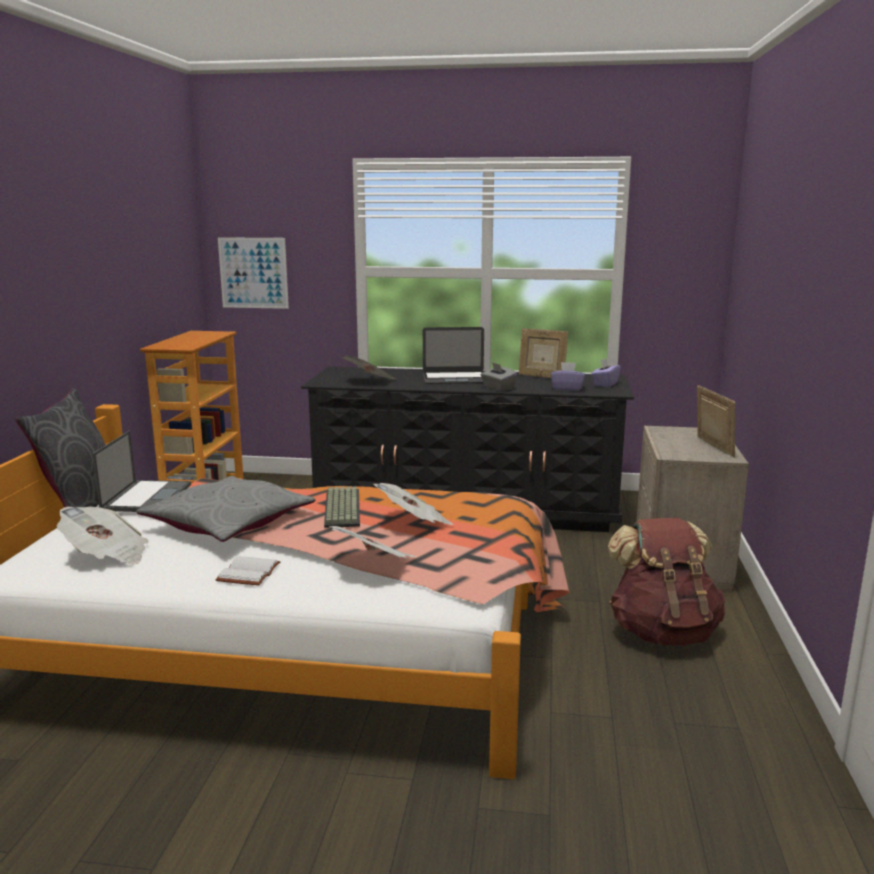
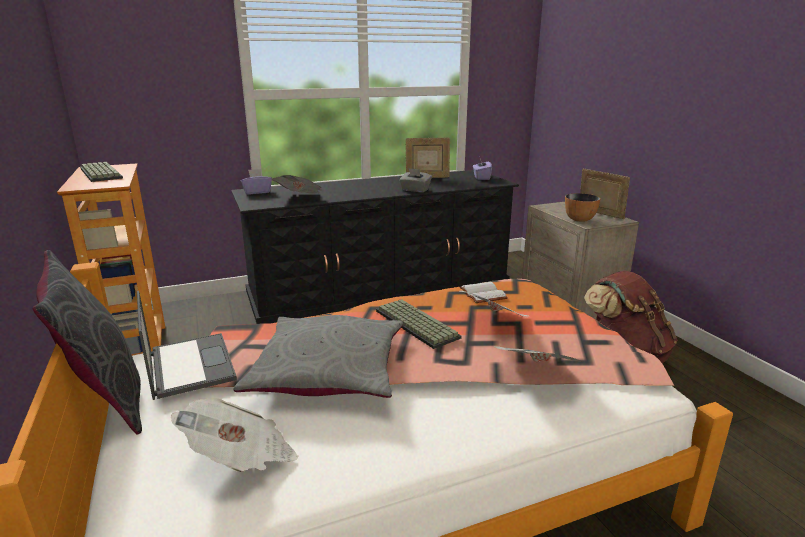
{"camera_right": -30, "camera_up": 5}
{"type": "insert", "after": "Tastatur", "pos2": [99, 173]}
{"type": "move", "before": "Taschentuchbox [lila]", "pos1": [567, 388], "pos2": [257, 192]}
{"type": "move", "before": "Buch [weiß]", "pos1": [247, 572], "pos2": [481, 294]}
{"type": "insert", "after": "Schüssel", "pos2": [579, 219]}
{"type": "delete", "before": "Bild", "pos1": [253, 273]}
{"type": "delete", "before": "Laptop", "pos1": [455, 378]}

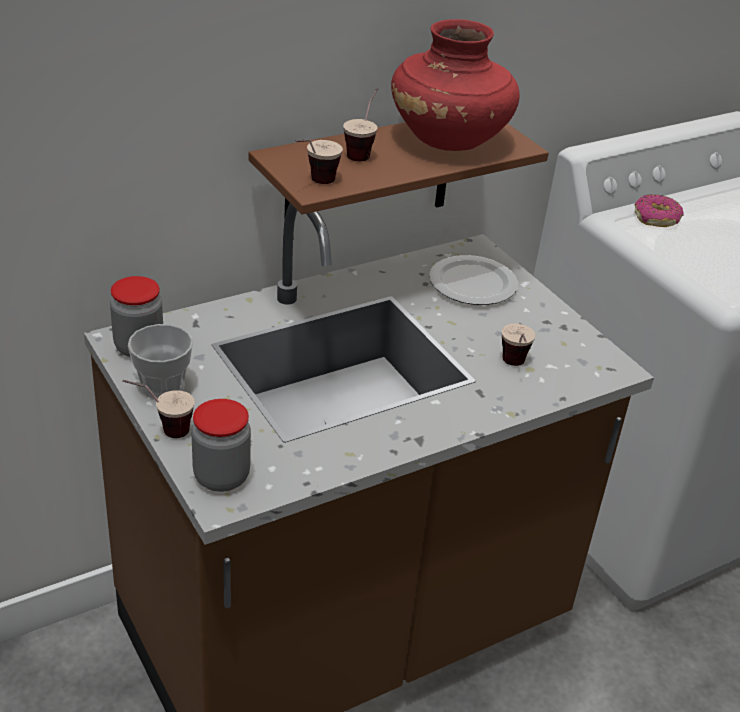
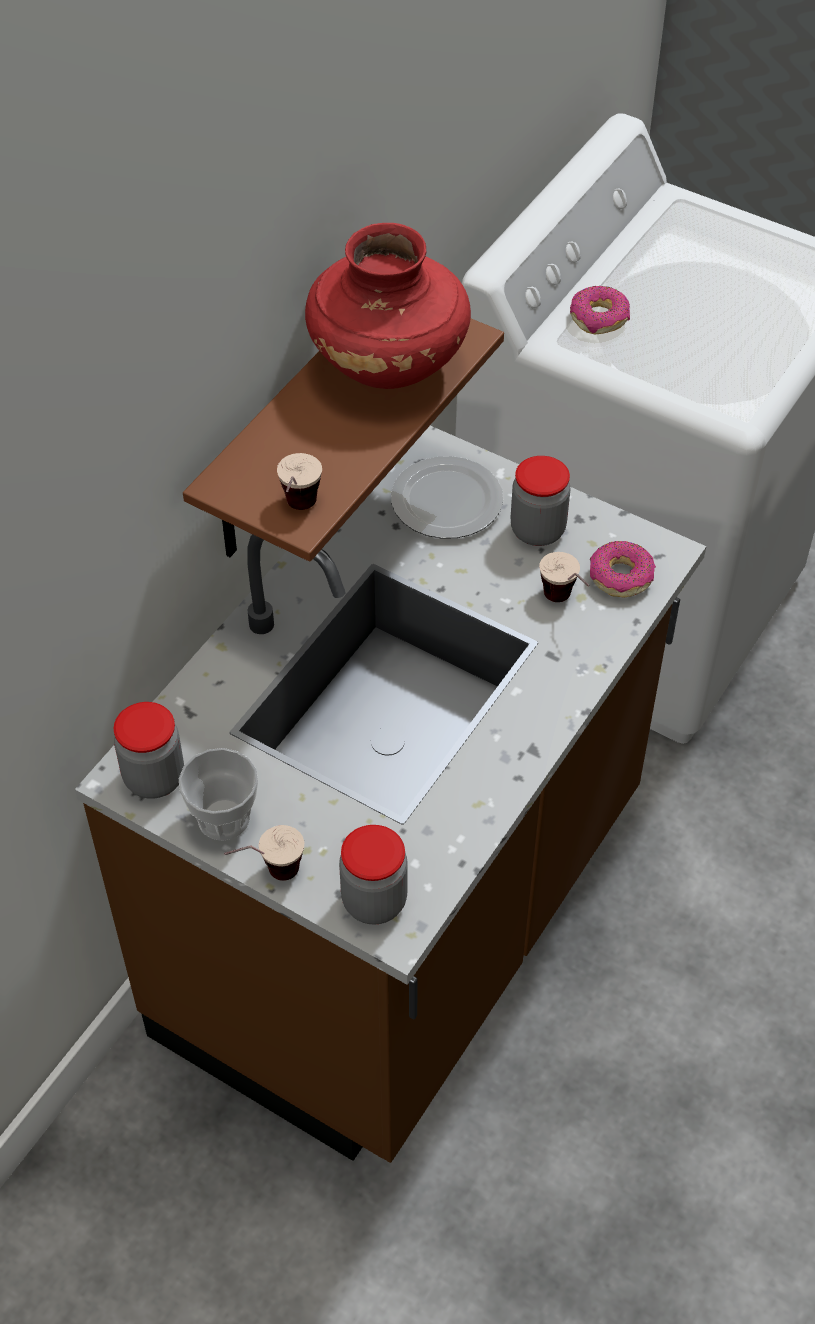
{"camera_right": -25, "camera_up": 15}
{"type": "insert", "after": "Vorratsglas", "pos2": [537, 530]}
{"type": "insert", "after": "Donut", "pos2": [620, 576]}
{"type": "delete", "before": "Tasse", "pos1": [363, 151]}

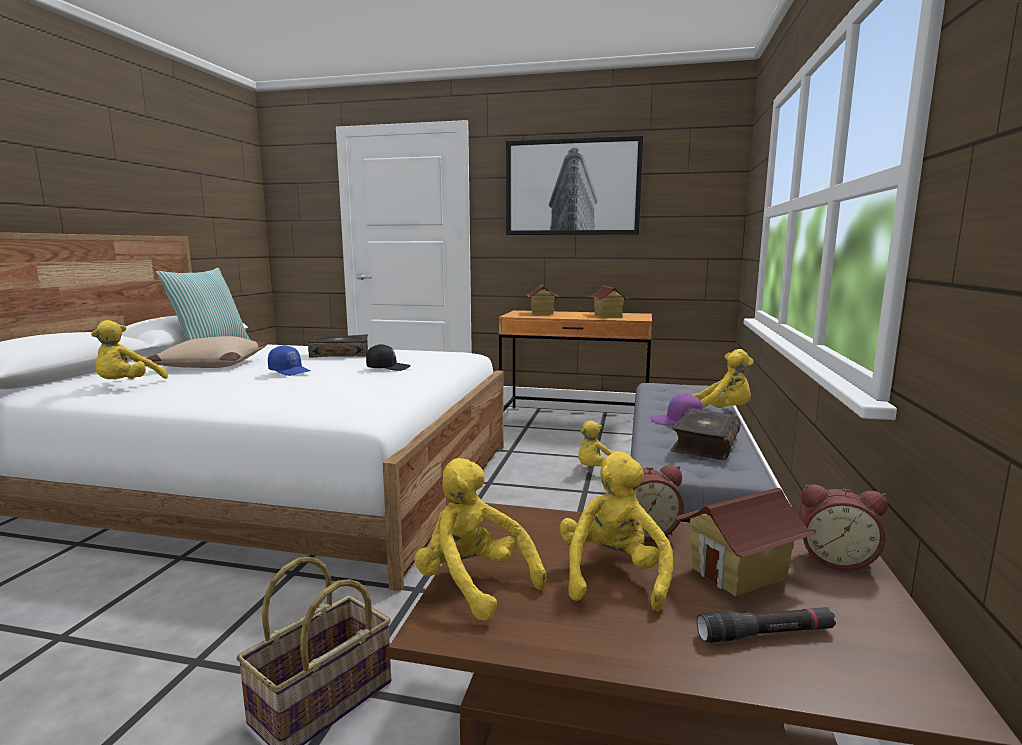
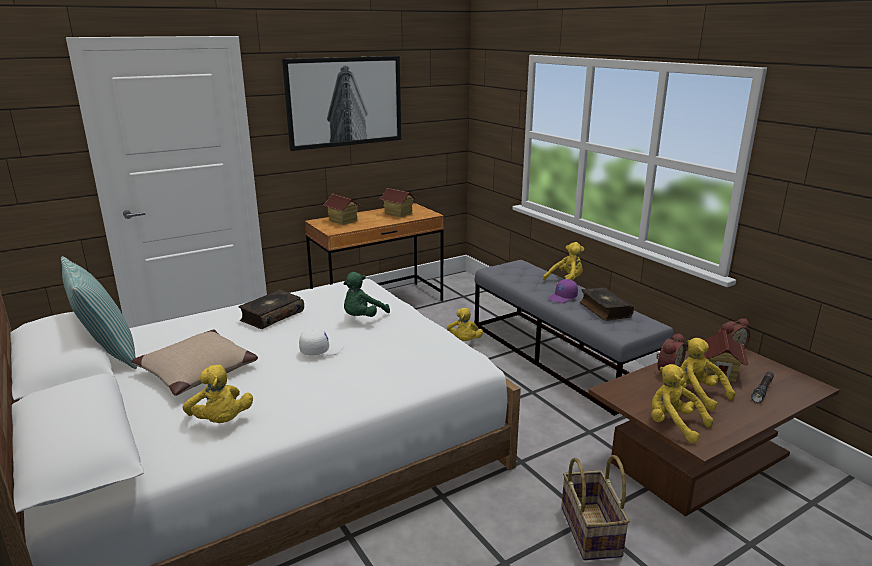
{"camera_right": -45, "camera_up": 10}
{"type": "recolor", "before": "Kappe [blau]", "after": "Kappe [weiß]", "pos1": [290, 371], "pos2": [321, 350]}
{"type": "replace", "before": "Kappe [schwarz]", "after": "Plüschtier [grün]", "pos1": [388, 368], "pos2": [363, 318]}
{"type": "rotate", "before": "Plüschtier [gelb]", "pos1": [473, 584], "pos2": [673, 425], "turn": 45}

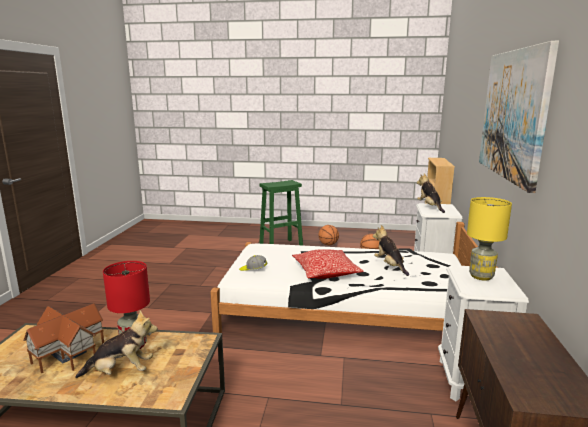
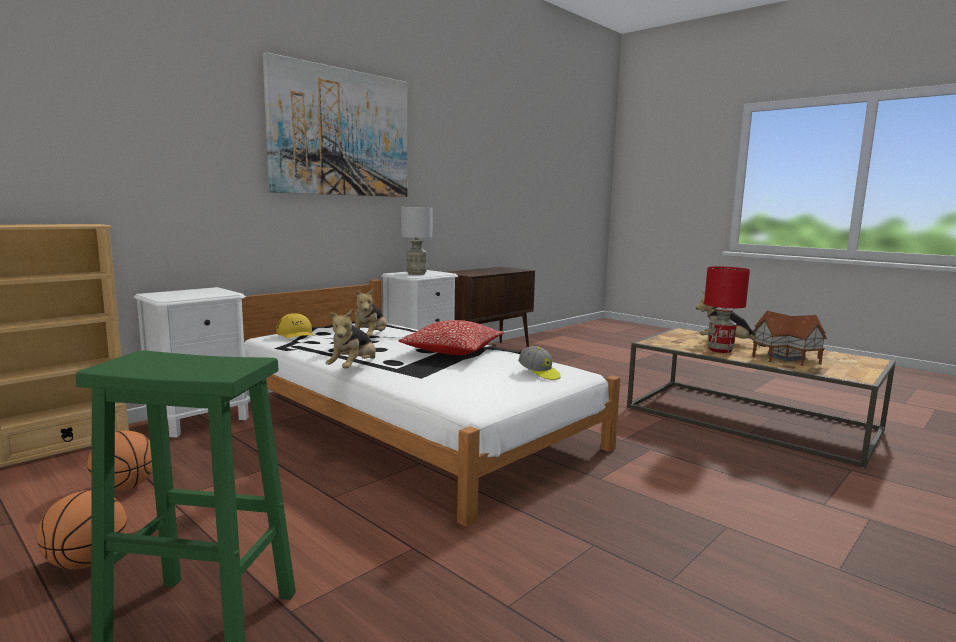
{"camera_right": -145, "camera_up": -5}
{"type": "insert", "after": "Kappe [gelb]", "pos2": [296, 334]}
{"type": "move", "before": "Plüschtier", "pos1": [429, 207], "pos2": [353, 368]}
{"type": "recolor", "before": "Tischlampe [gelb]", "after": "Tischlampe [grau]", "pos1": [481, 276], "pos2": [416, 274]}

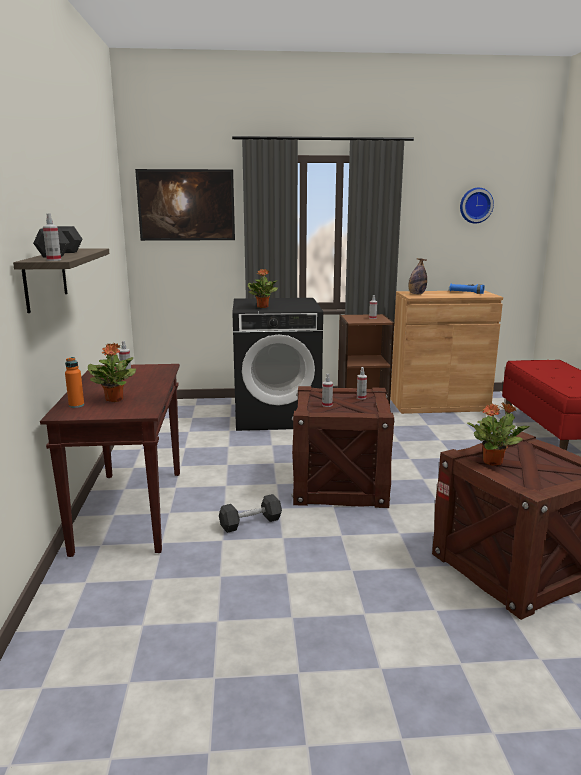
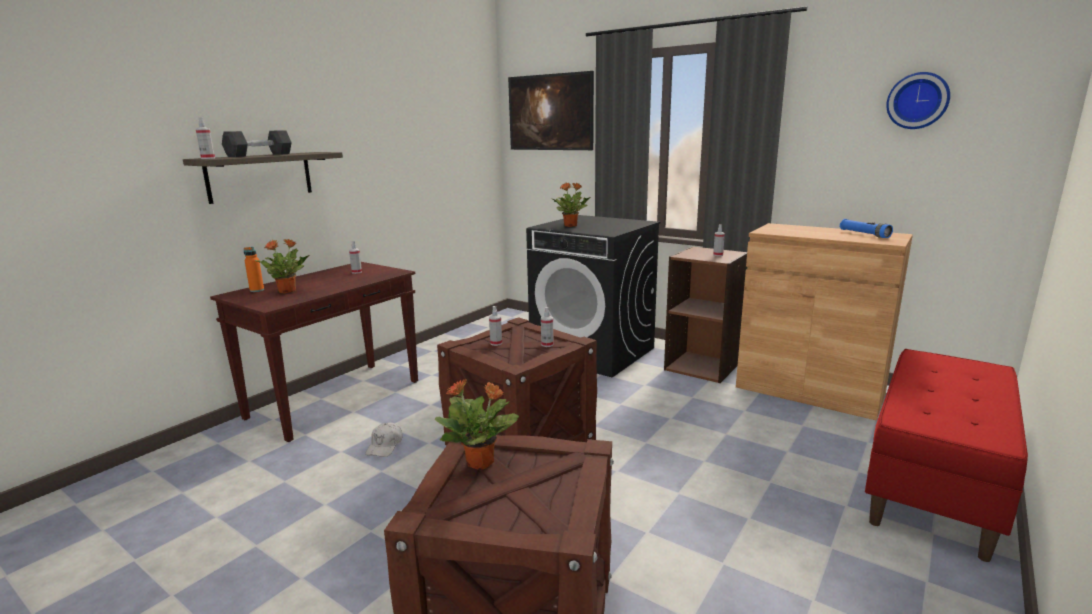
{"camera_right": 40, "camera_up": 0}
{"type": "replace", "before": "Hantel [schwarz]", "after": "Kappe [weiß]", "pos1": [250, 523], "pos2": [385, 446]}
{"type": "delete", "before": "Flasche", "pos1": [416, 294]}

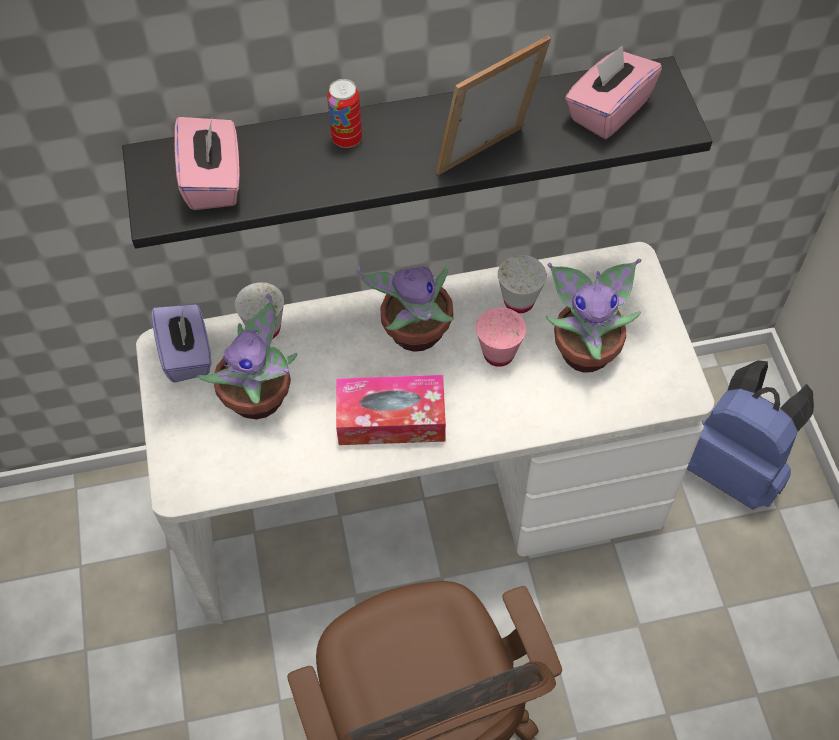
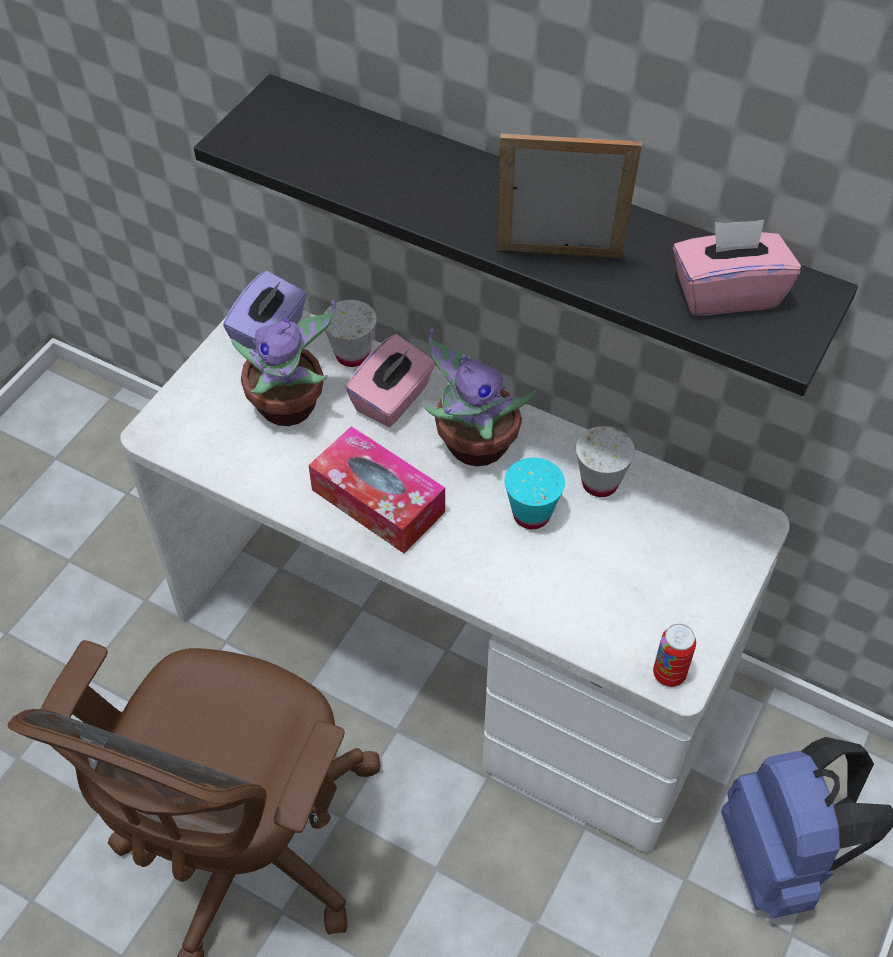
{"camera_right": 40, "camera_up": -5}
{"type": "move", "before": "Taschentuchbox [rosa]", "pos1": [214, 181], "pos2": [393, 399]}
{"type": "recolor", "before": "Tasse [rosa]", "after": "Tasse [türkis]", "pos1": [498, 354], "pos2": [531, 514]}
{"type": "move", "before": "Dose", "pos1": [347, 139], "pos2": [669, 674]}
{"type": "delete", "before": "Topfpflanze", "pos1": [586, 349]}

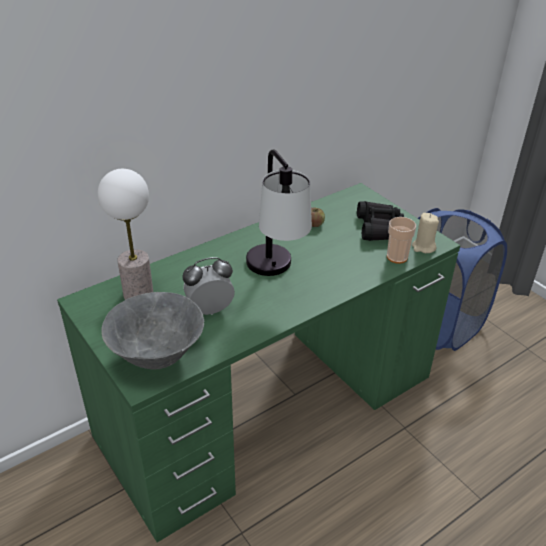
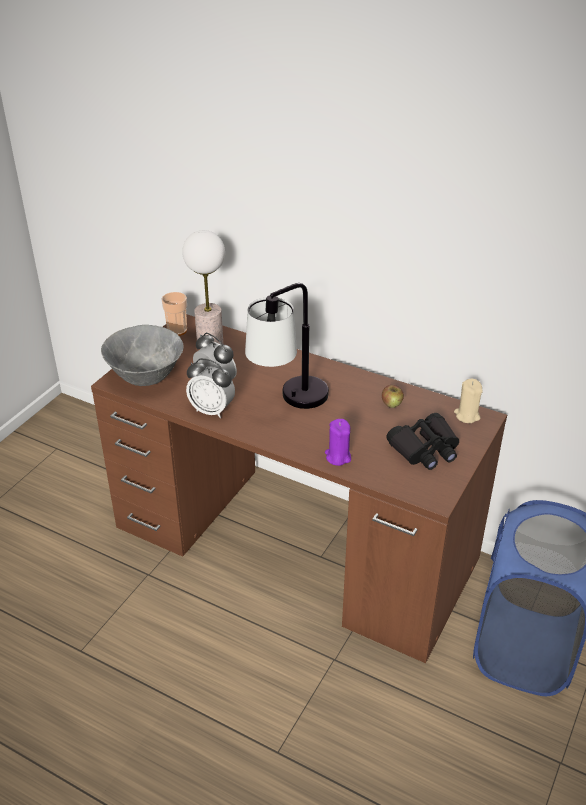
{"camera_right": 65, "camera_up": 0}
{"type": "recolor", "before": "Schreibtisch [grün]", "after": "Schreibtisch [braun]", "pos1": [270, 405], "pos2": [294, 543]}
{"type": "move", "before": "Tasse", "pos1": [397, 257], "pos2": [177, 330]}
{"type": "insert", "after": "Wecker", "pos2": [212, 410]}
{"type": "insert", "after": "Kerze [lila]", "pos2": [338, 457]}
{"type": "move", "before": "Kerze [beige]", "pos1": [423, 247], "pos2": [467, 415]}

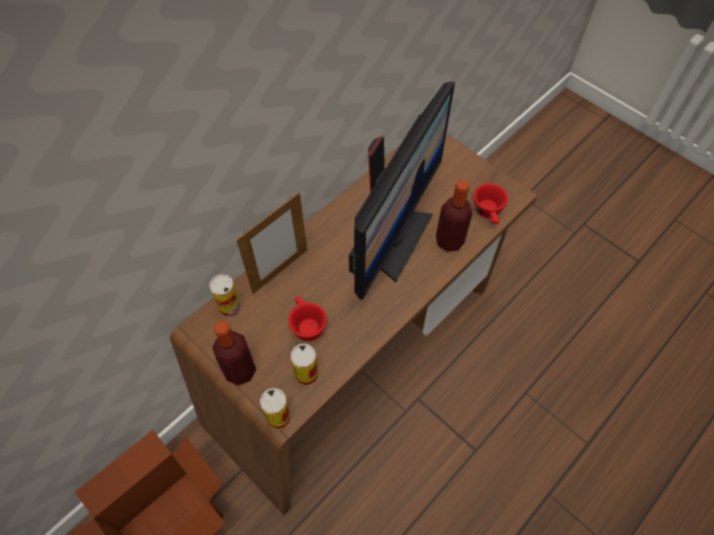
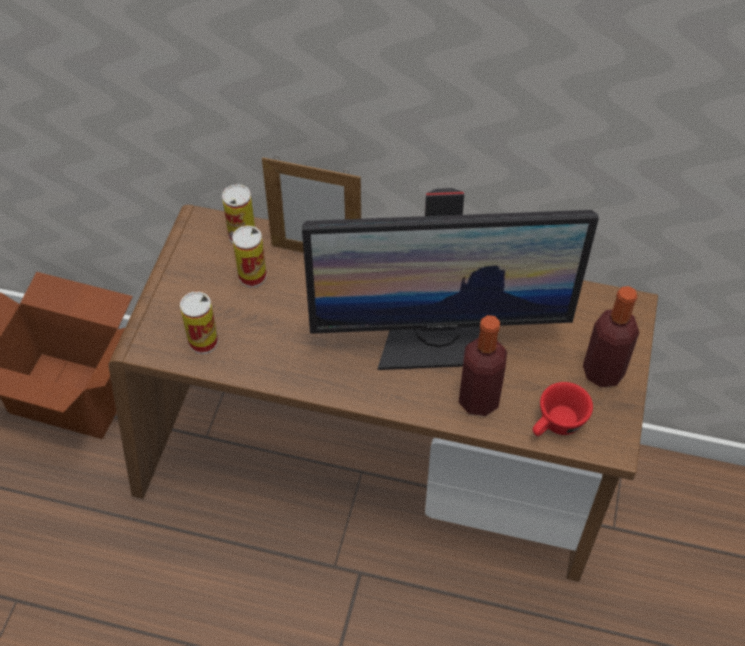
{"camera_right": 60, "camera_up": -5}
{"type": "move", "before": "Dose", "pos1": [279, 418], "pos2": [252, 276]}
{"type": "move", "before": "Flasche", "pos1": [240, 370], "pos2": [603, 372]}
{"type": "delete", "before": "Tasse [rot]", "pos1": [306, 325]}

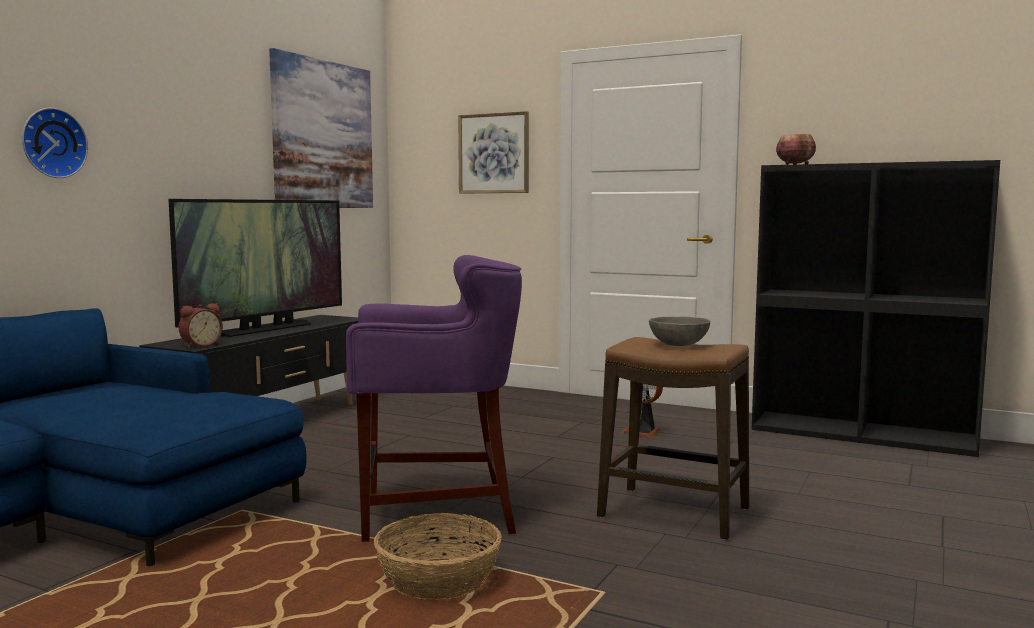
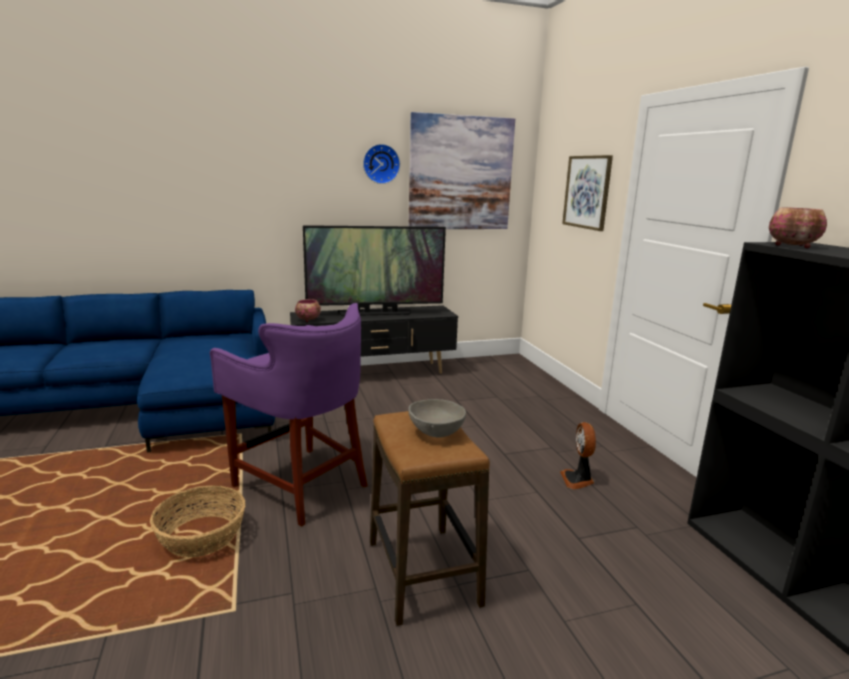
{"camera_right": 45, "camera_up": 10}
{"type": "replace", "before": "Wecker", "after": "Schüssel", "pos1": [200, 345], "pos2": [308, 320]}
{"type": "move", "before": "Wanduhr", "pos1": [52, 143], "pos2": [381, 164]}

